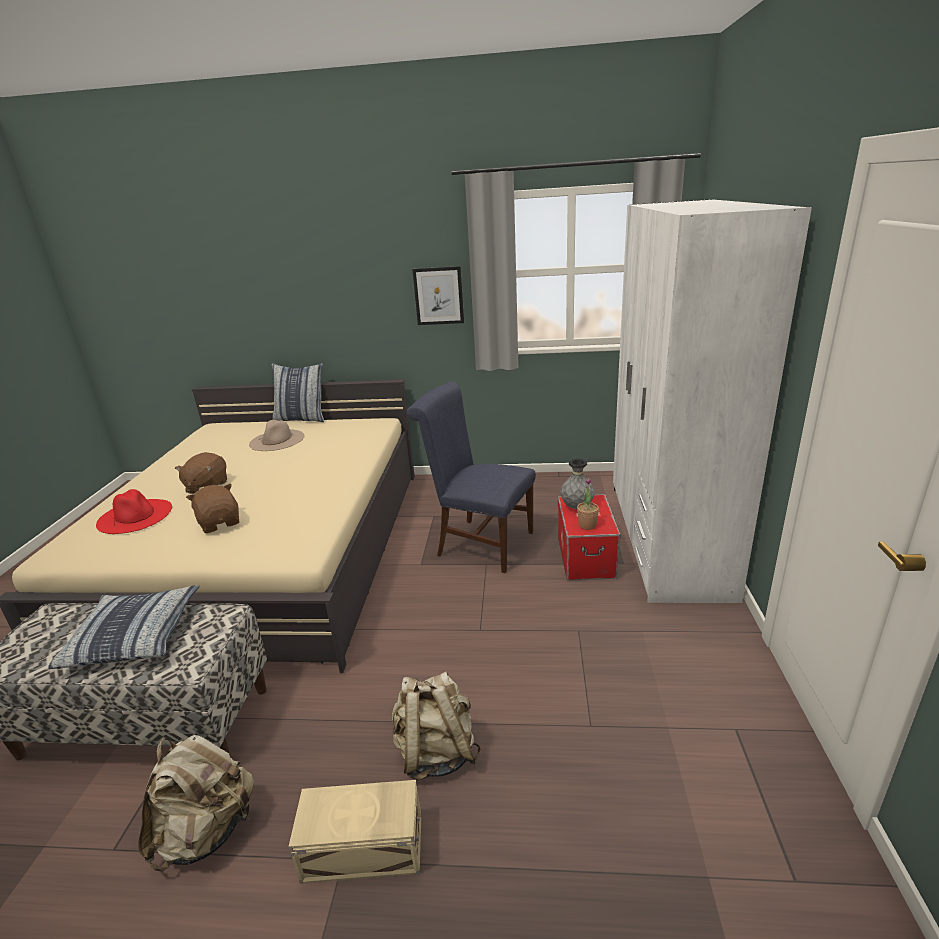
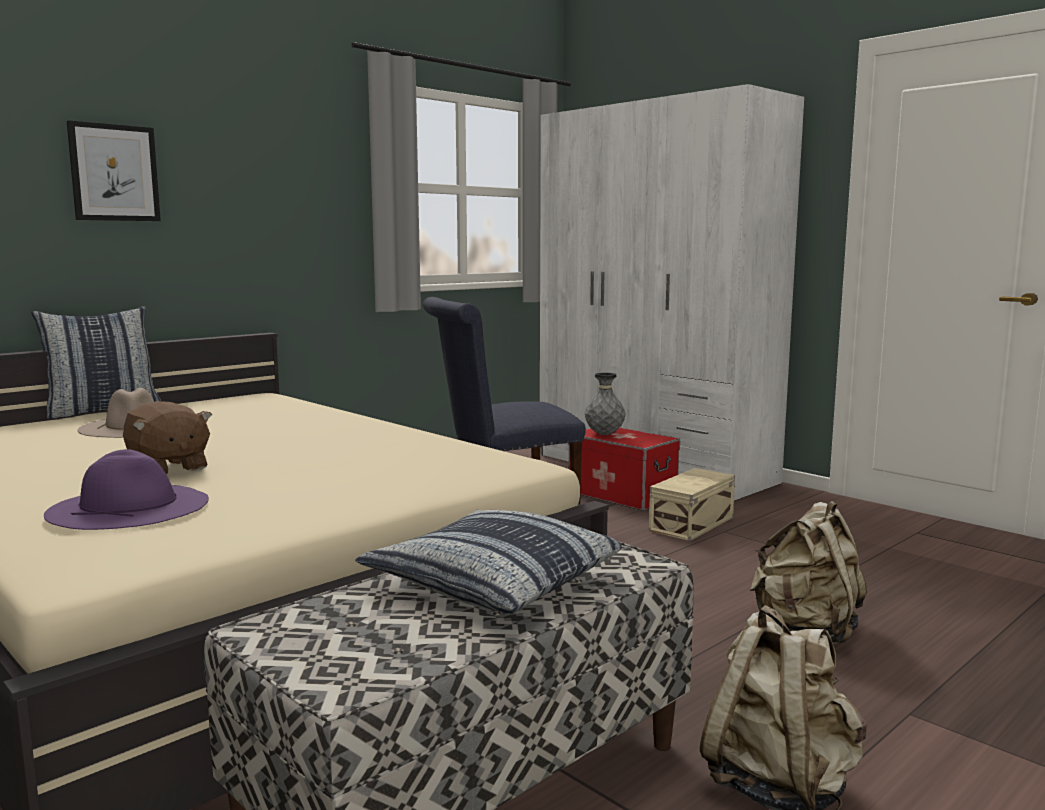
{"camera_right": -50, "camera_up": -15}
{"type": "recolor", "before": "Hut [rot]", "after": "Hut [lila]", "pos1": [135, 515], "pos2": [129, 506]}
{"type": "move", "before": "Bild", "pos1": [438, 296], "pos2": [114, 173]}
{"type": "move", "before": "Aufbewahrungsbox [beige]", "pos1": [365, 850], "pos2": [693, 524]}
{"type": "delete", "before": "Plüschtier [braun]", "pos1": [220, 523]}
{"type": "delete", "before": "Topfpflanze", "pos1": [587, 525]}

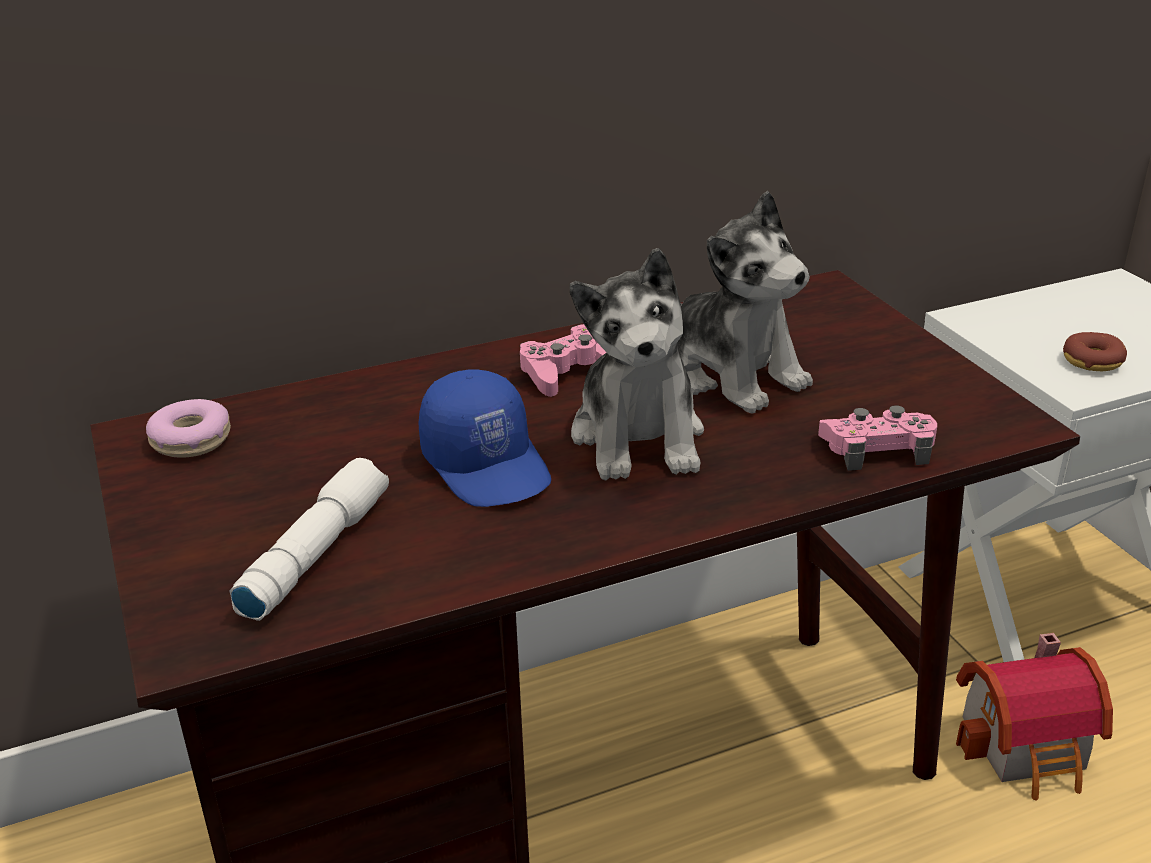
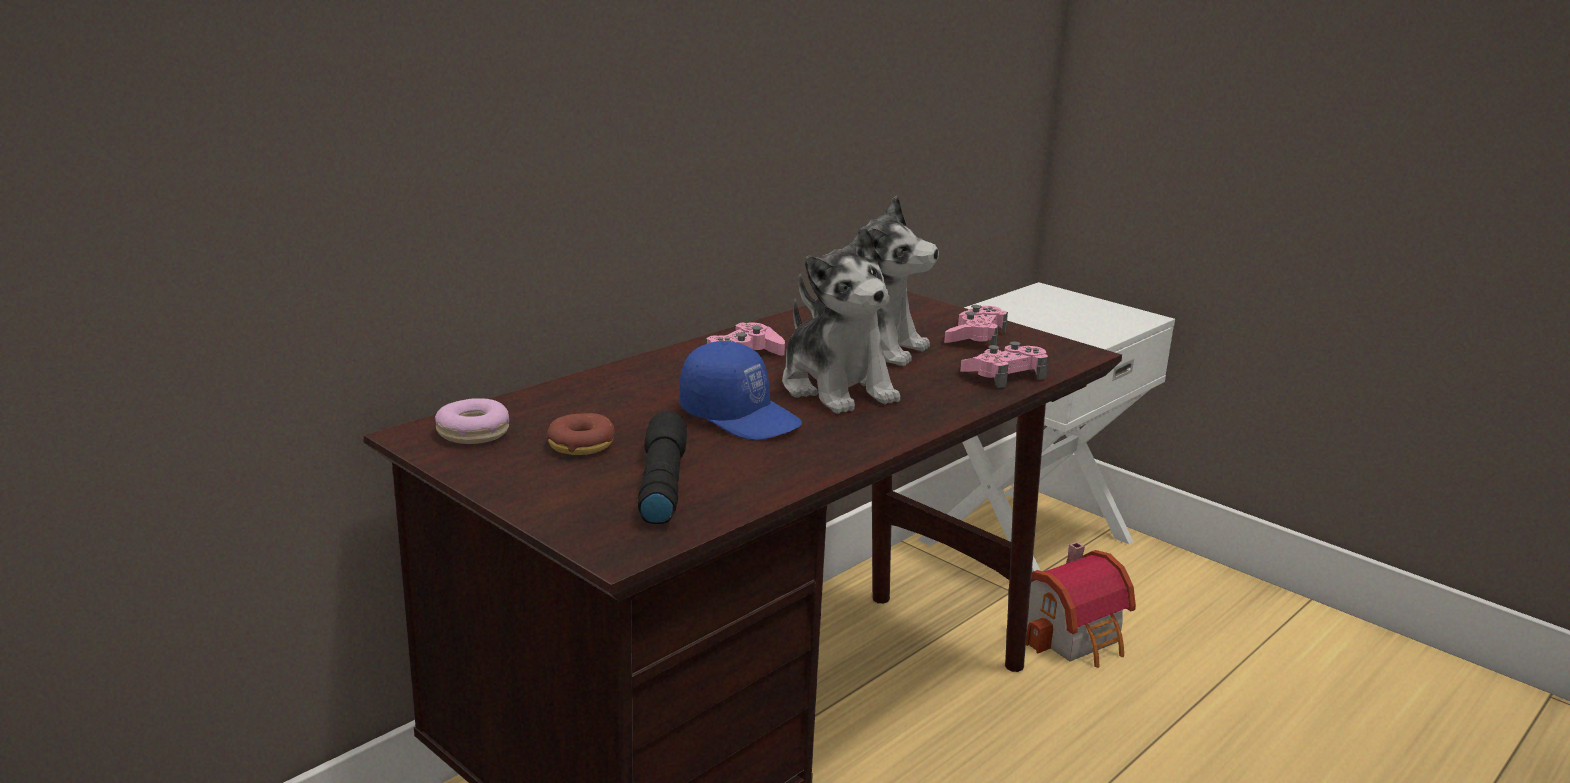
{"camera_right": -25, "camera_up": -10}
{"type": "move", "before": "Donut", "pos1": [1092, 361], "pos2": [581, 445]}
{"type": "recolor", "before": "Taschenlampe [weiß]", "after": "Taschenlampe [schwarz]", "pos1": [314, 553], "pos2": [660, 483]}
{"type": "insert", "after": "Gamepad [rosa]", "pos2": [975, 337]}

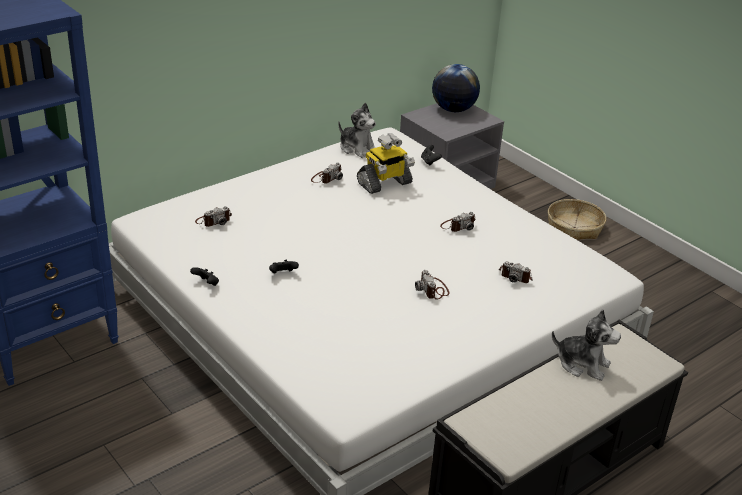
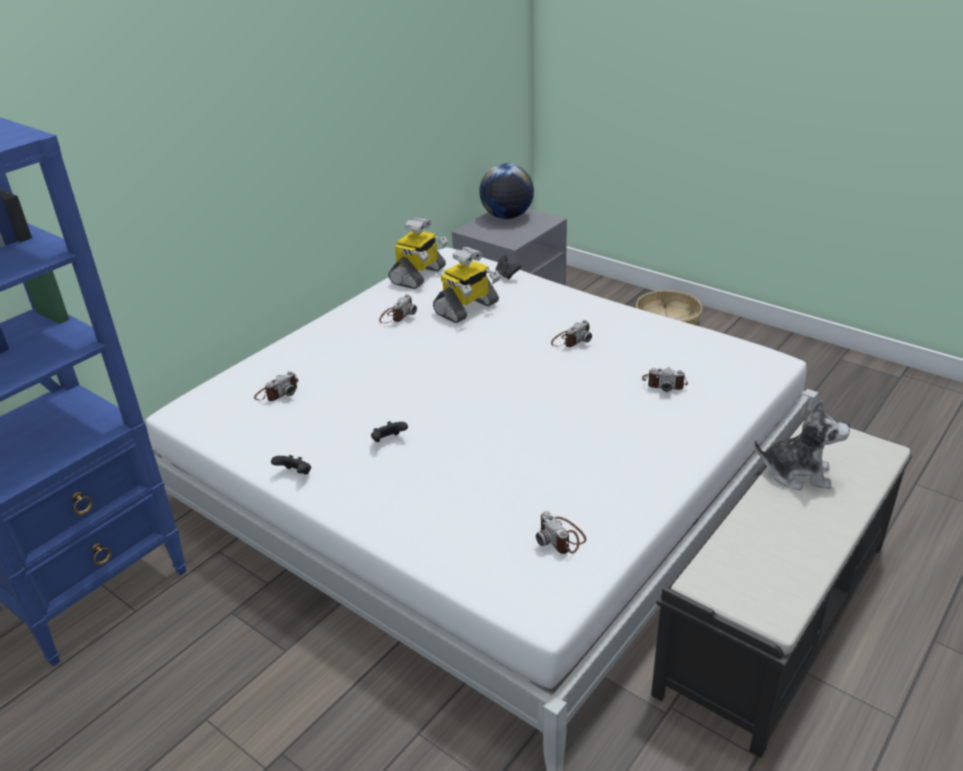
{"camera_right": -10, "camera_up": 0}
{"type": "replace", "before": "Plüschtier", "after": "Spielzeugroboter", "pos1": [357, 148], "pos2": [419, 276]}
{"type": "move", "before": "Kamera", "pos1": [433, 290], "pos2": [561, 537]}

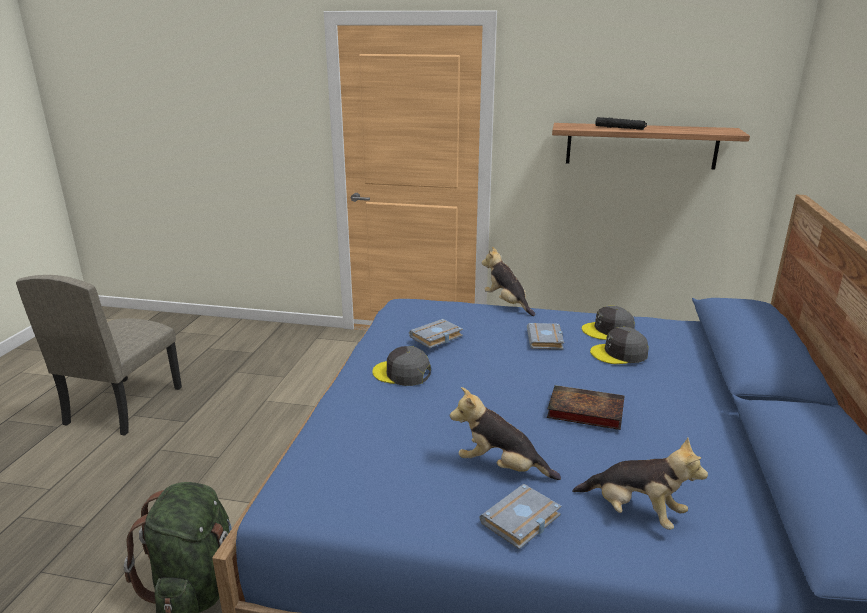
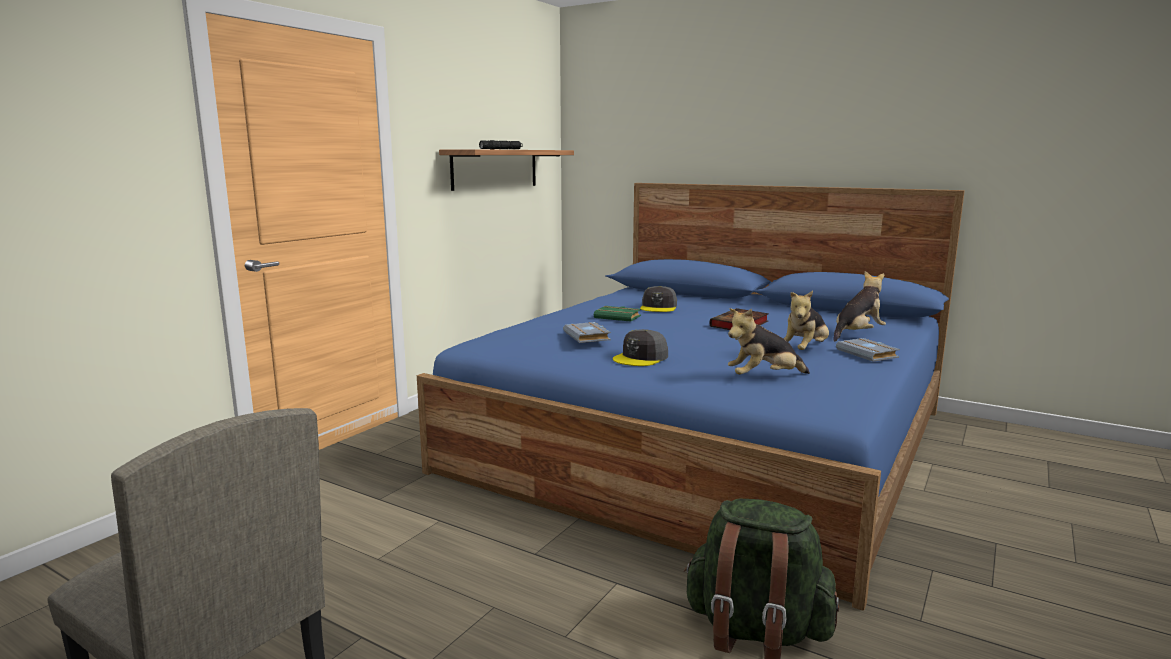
{"camera_right": -70, "camera_up": -10}
{"type": "recolor", "before": "Buch [grau]", "after": "Buch [grün]", "pos1": [546, 340], "pos2": [618, 317]}
{"type": "move", "before": "Plüschtier", "pos1": [507, 303], "pos2": [764, 378]}
{"type": "delete", "before": "Kappe [grau]", "pos1": [608, 330]}

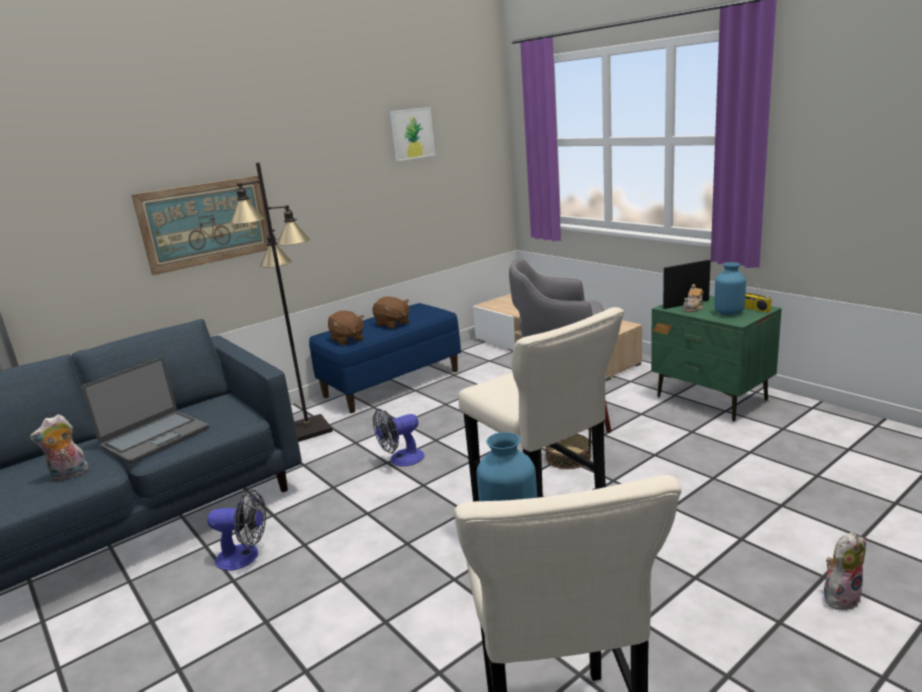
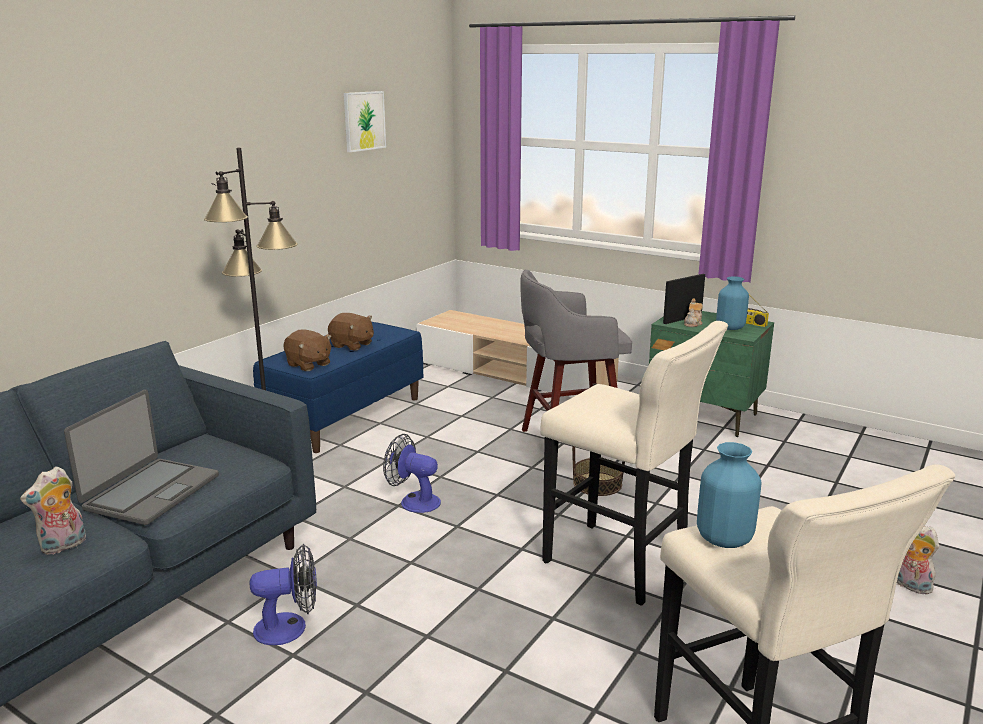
{"camera_right": -20, "camera_up": 0}
{"type": "rotate", "before": "Ventilator", "pos1": [401, 460], "pos2": [414, 501], "turn": 75}
{"type": "rotate", "before": "Plüschtier", "pos1": [840, 597], "pos2": [910, 586], "turn": -90}
{"type": "delete", "before": "Bild", "pos1": [206, 223]}

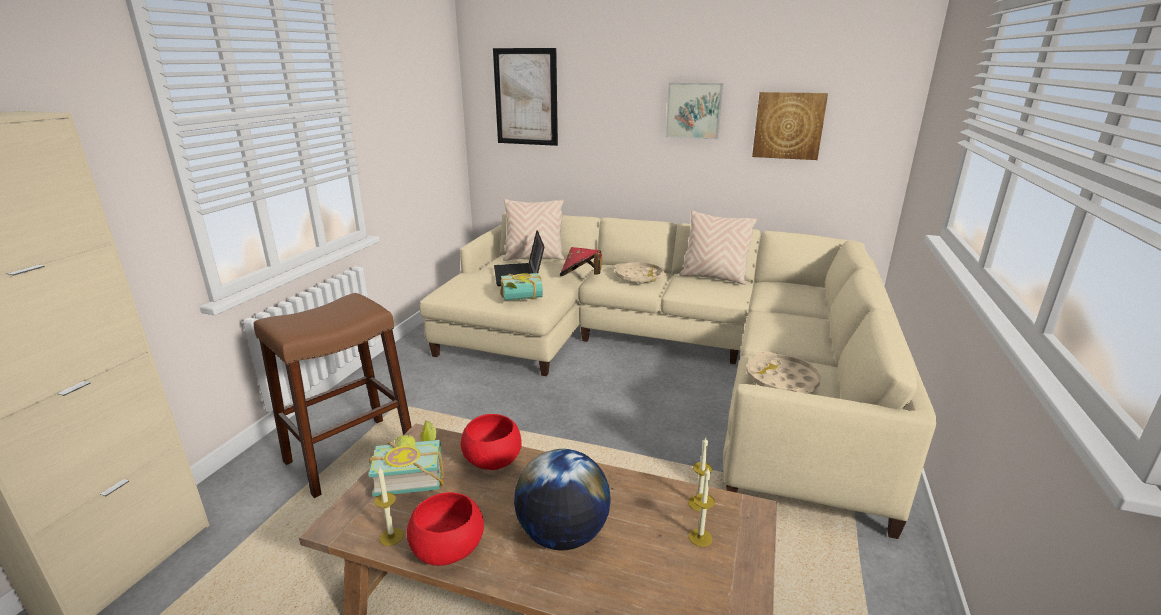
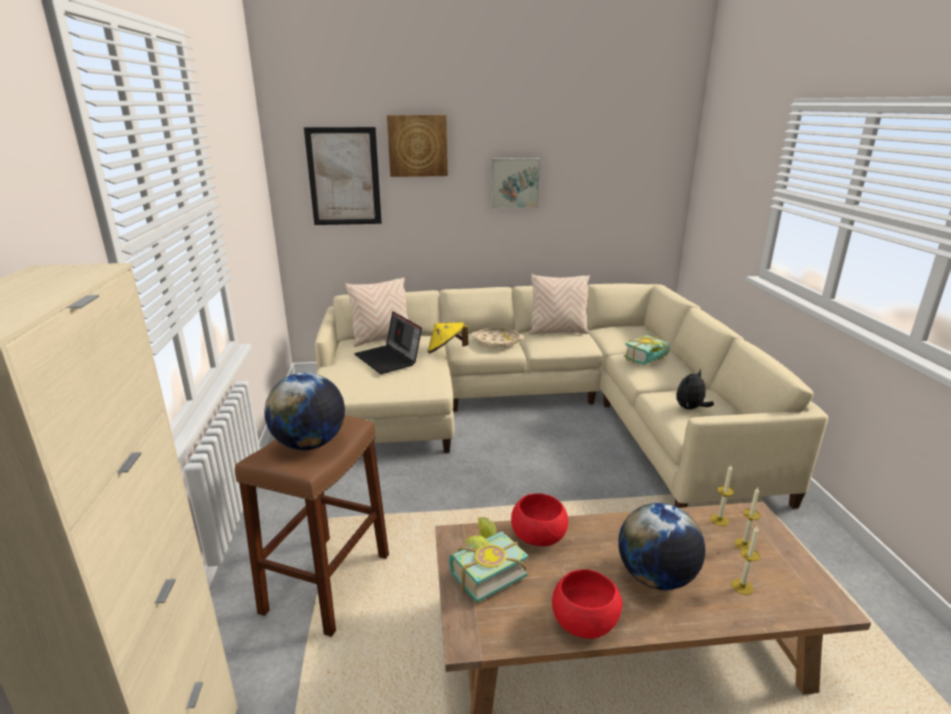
{"camera_right": -25, "camera_up": 0}
{"type": "insert", "after": "Globus", "pos2": [310, 444]}
{"type": "move", "before": "Bild", "pos1": [788, 125], "pos2": [417, 146]}
{"type": "recolor", "before": "Hut [rot]", "after": "Hut [gelb]", "pos1": [580, 277], "pos2": [446, 351]}
{"type": "move", "before": "Buch", "pos1": [522, 298], "pos2": [649, 360]}
{"type": "replace", "before": "Tablett [beige]", "after": "Plüschtier", "pos1": [781, 380], "pos2": [690, 408]}
{"type": "move", "before": "Kerze", "pos1": [391, 536], "pos2": [742, 586]}

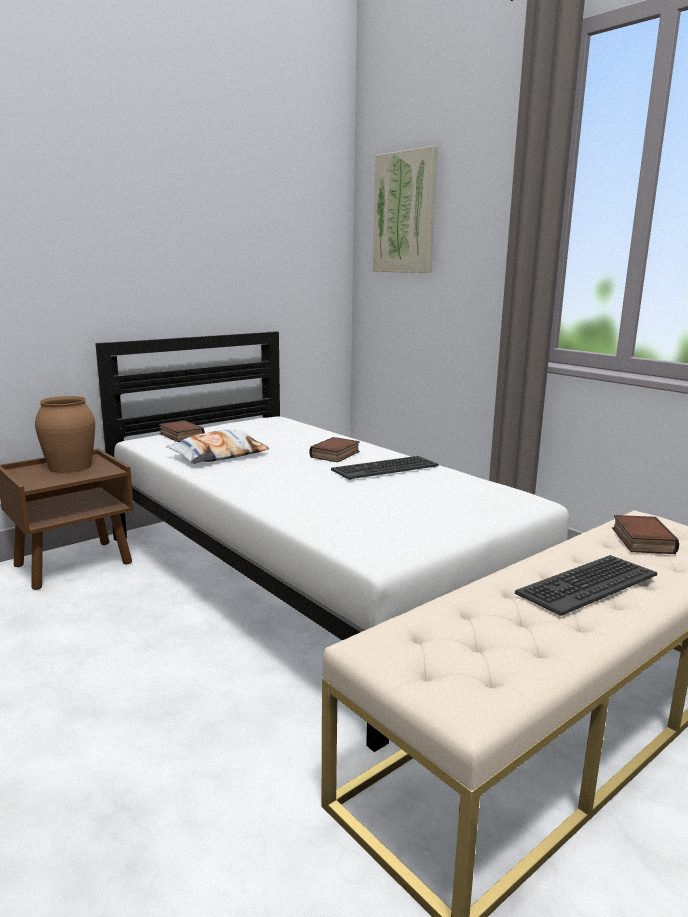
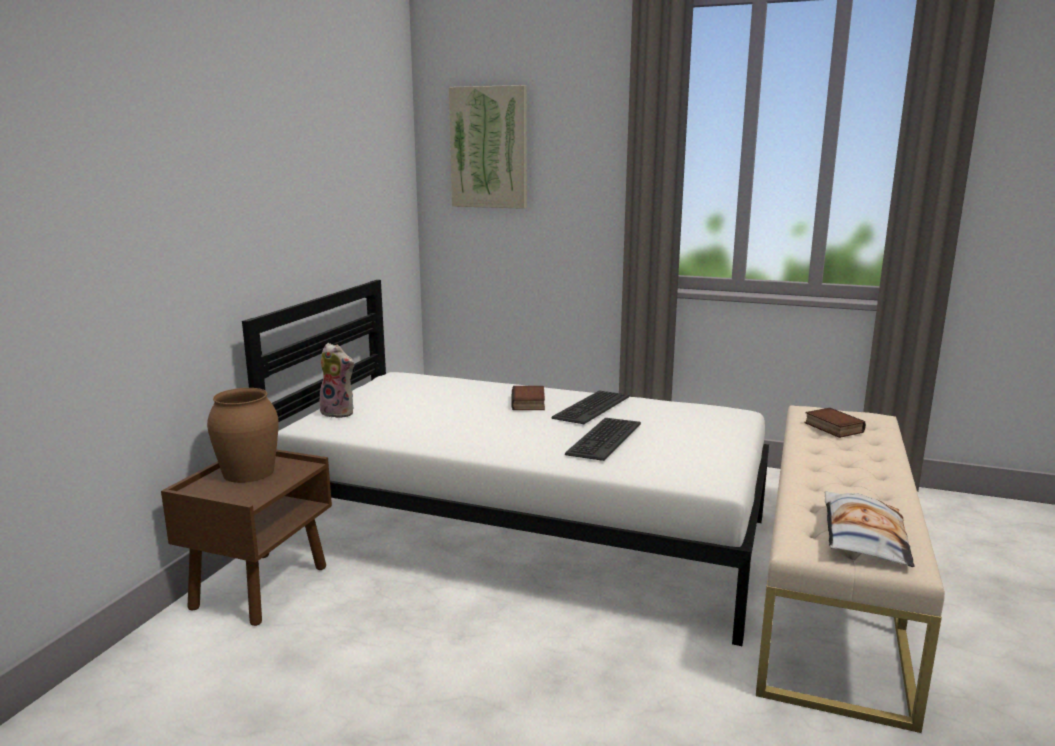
{"camera_right": -30, "camera_up": 0}
{"type": "replace", "before": "Buch", "after": "Plüschtier", "pos1": [180, 436], "pos2": [340, 412]}
{"type": "move", "before": "Tastatur", "pos1": [586, 584], "pos2": [603, 439]}
{"type": "move", "before": "Kissen", "pos1": [219, 455], "pos2": [862, 537]}

